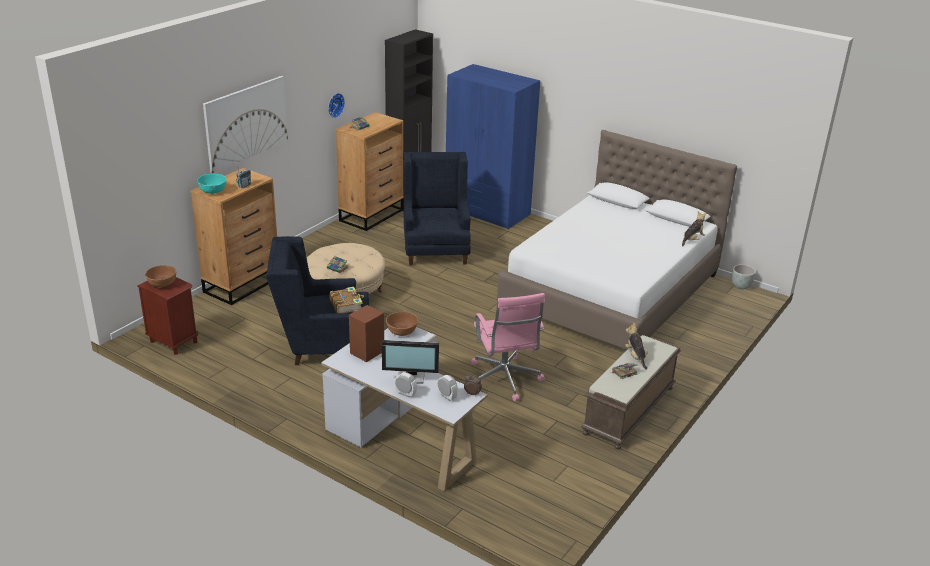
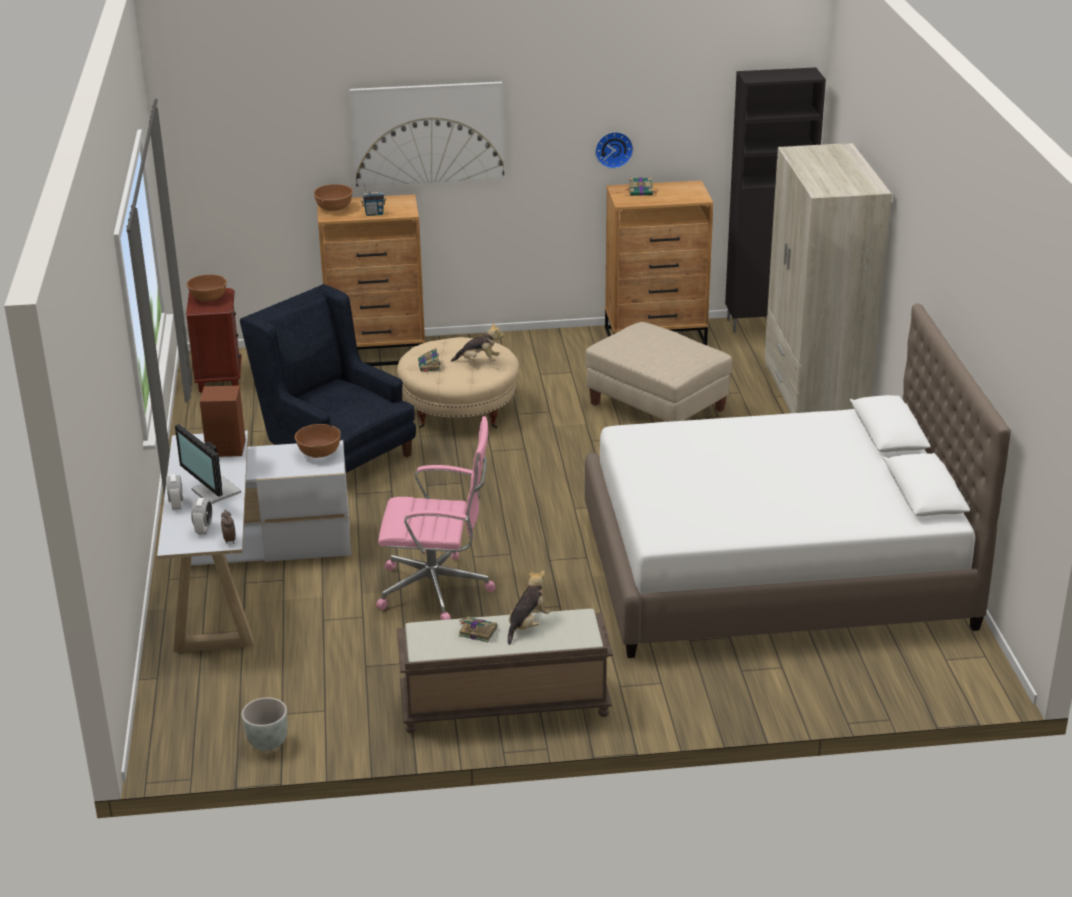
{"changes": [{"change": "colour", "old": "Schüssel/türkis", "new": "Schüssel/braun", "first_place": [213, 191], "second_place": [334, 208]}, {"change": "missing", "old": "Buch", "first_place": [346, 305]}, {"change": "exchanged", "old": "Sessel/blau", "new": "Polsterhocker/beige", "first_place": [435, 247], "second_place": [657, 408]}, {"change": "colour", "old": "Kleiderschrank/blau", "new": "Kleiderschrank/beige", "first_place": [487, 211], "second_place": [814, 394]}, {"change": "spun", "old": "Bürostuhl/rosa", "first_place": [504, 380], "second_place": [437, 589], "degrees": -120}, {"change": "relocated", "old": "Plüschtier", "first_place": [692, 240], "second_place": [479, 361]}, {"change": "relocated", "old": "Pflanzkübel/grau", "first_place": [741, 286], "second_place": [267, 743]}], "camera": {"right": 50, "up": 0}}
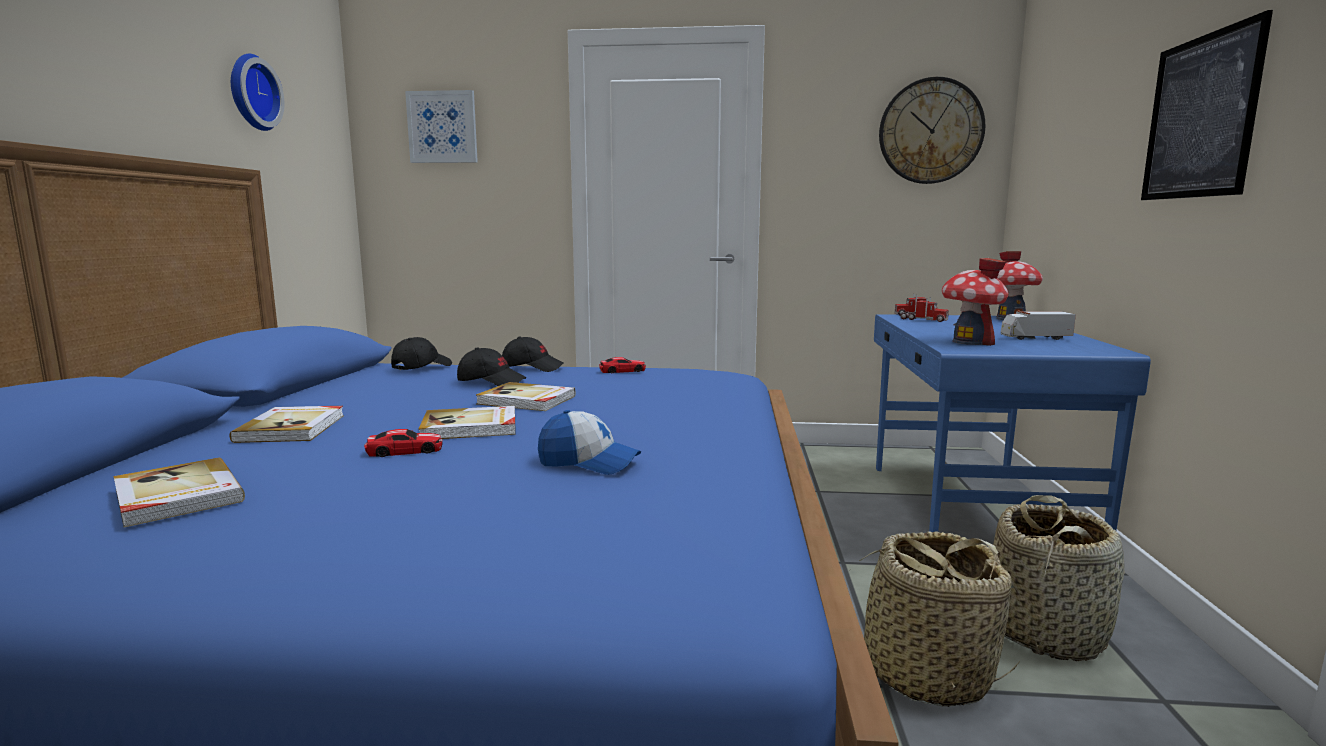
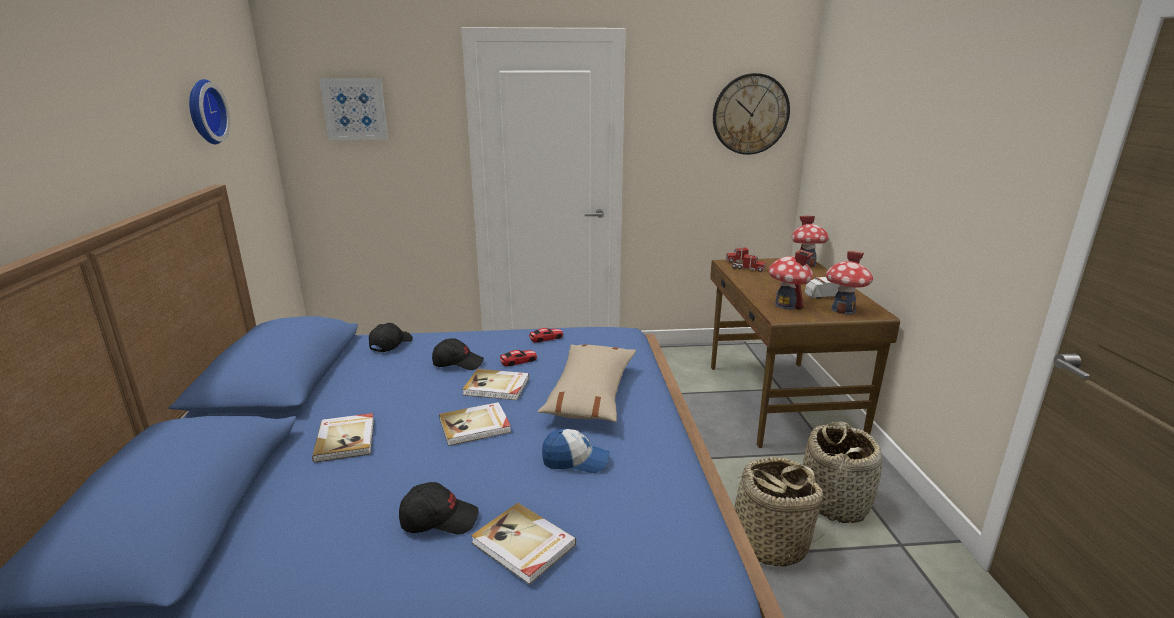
{"changes": [{"change": "relocated", "old": "Buch", "first_place": [176, 496], "second_place": [523, 545]}, {"change": "relocated", "old": "Spielzeugauto", "first_place": [404, 451], "second_place": [518, 361]}, {"change": "relocated", "old": "Kappe/schwarz", "first_place": [532, 367], "second_place": [439, 519]}, {"change": "colour", "old": "Schreibtisch/blau", "new": "Schreibtisch/braun", "first_place": [971, 509], "second_place": [779, 401]}, {"change": "missing", "old": "Bild", "first_place": [1200, 117]}, {"change": "appeared", "new": "Kissen/beige", "second_place": [590, 394]}, {"change": "appeared", "new": "Spielzeughaus", "second_place": [843, 310]}], "camera": {"right": -10, "up": 10}}
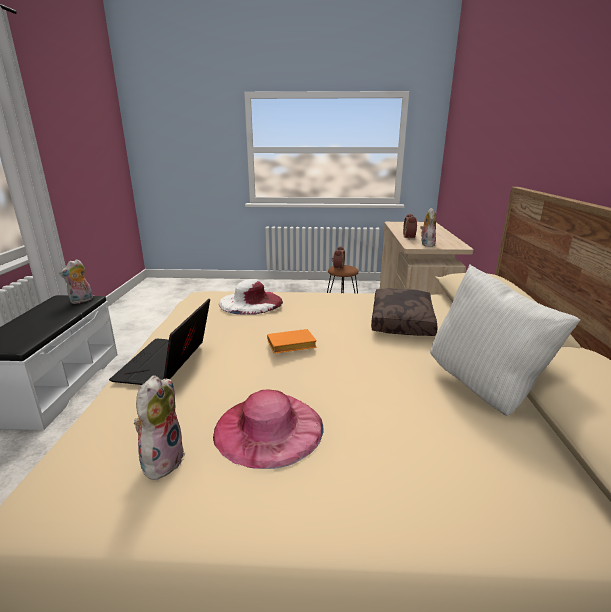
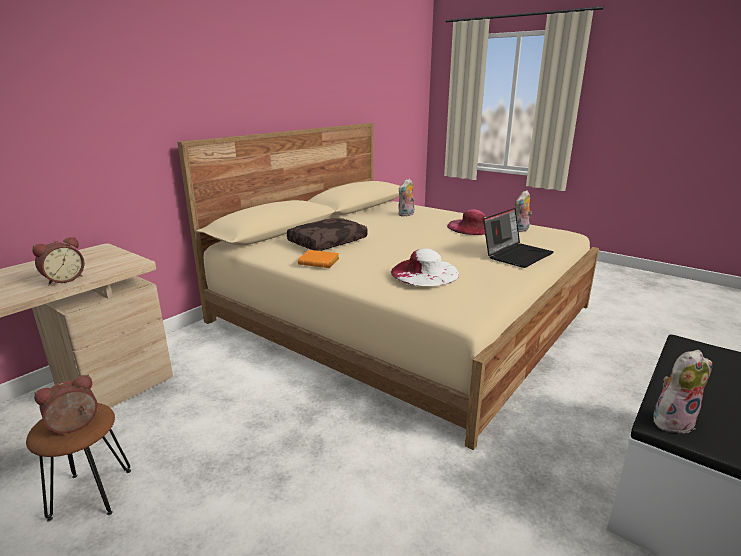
{"changes": [{"change": "relocated", "old": "Buch/orange", "first_place": [290, 346], "second_place": [320, 262]}, {"change": "relocated", "old": "Plüschtier", "first_place": [426, 244], "second_place": [406, 215]}, {"change": "missing", "old": "Kissen/weiß", "first_place": [483, 388]}], "camera": {"right": -145, "up": 0}}
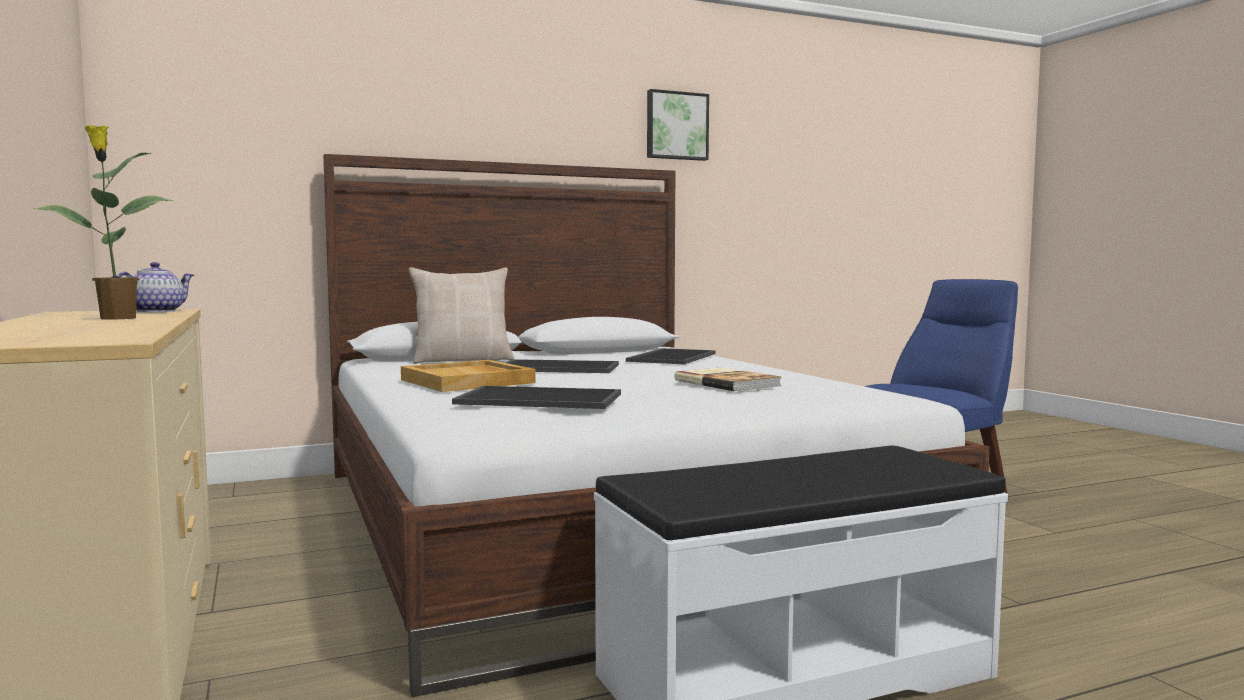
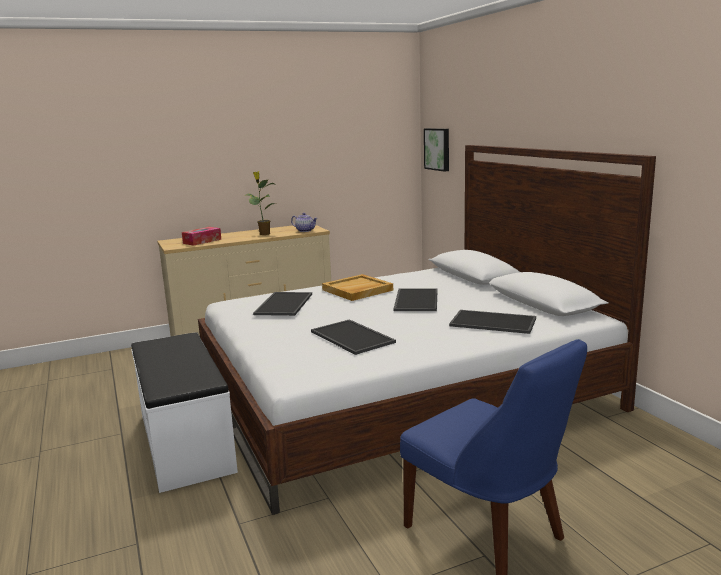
{"changes": [{"change": "missing", "old": "Kissen/beige", "first_place": [462, 360]}, {"change": "relocated", "old": "Bild", "first_place": [676, 126], "second_place": [438, 149]}, {"change": "exchanged", "old": "Buch", "new": "Tablett", "first_place": [727, 383], "second_place": [353, 337]}, {"change": "appeared", "new": "Taschentuchbox", "second_place": [202, 241]}], "camera": {"right": 90, "up": 10}}
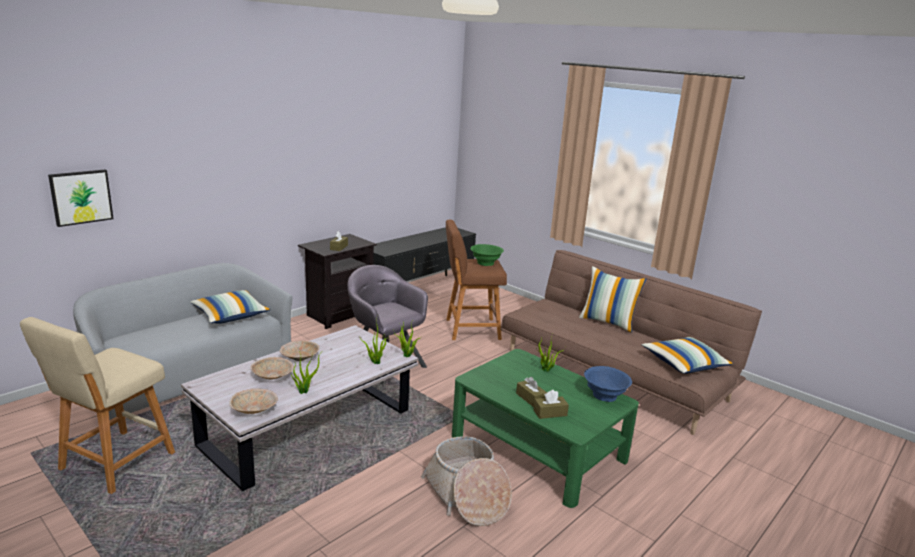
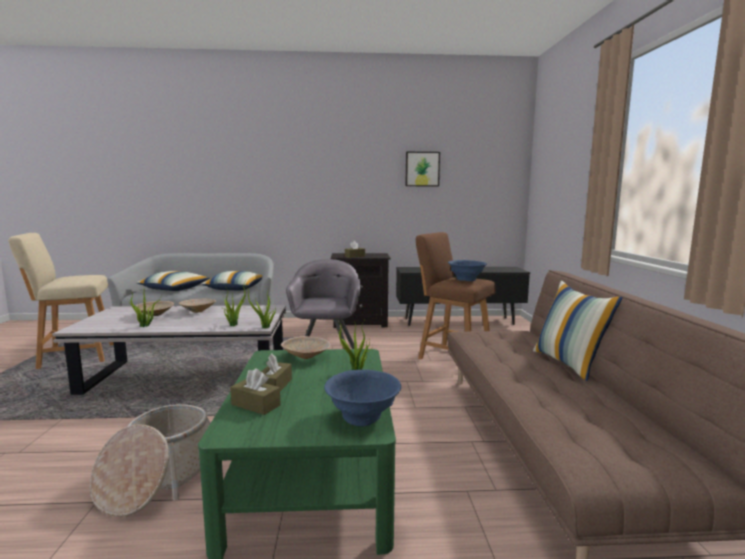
{"changes": [{"change": "relocated", "old": "Bild", "first_place": [81, 197], "second_place": [422, 169]}, {"change": "relocated", "old": "Schüssel/beige", "first_place": [254, 410], "second_place": [307, 357]}, {"change": "colour", "old": "Schüssel/grün", "new": "Schüssel/blau", "first_place": [485, 263], "second_place": [466, 279]}, {"change": "relocated", "old": "Kissen", "first_place": [684, 364], "second_place": [174, 289]}], "camera": {"right": 45, "up": -10}}
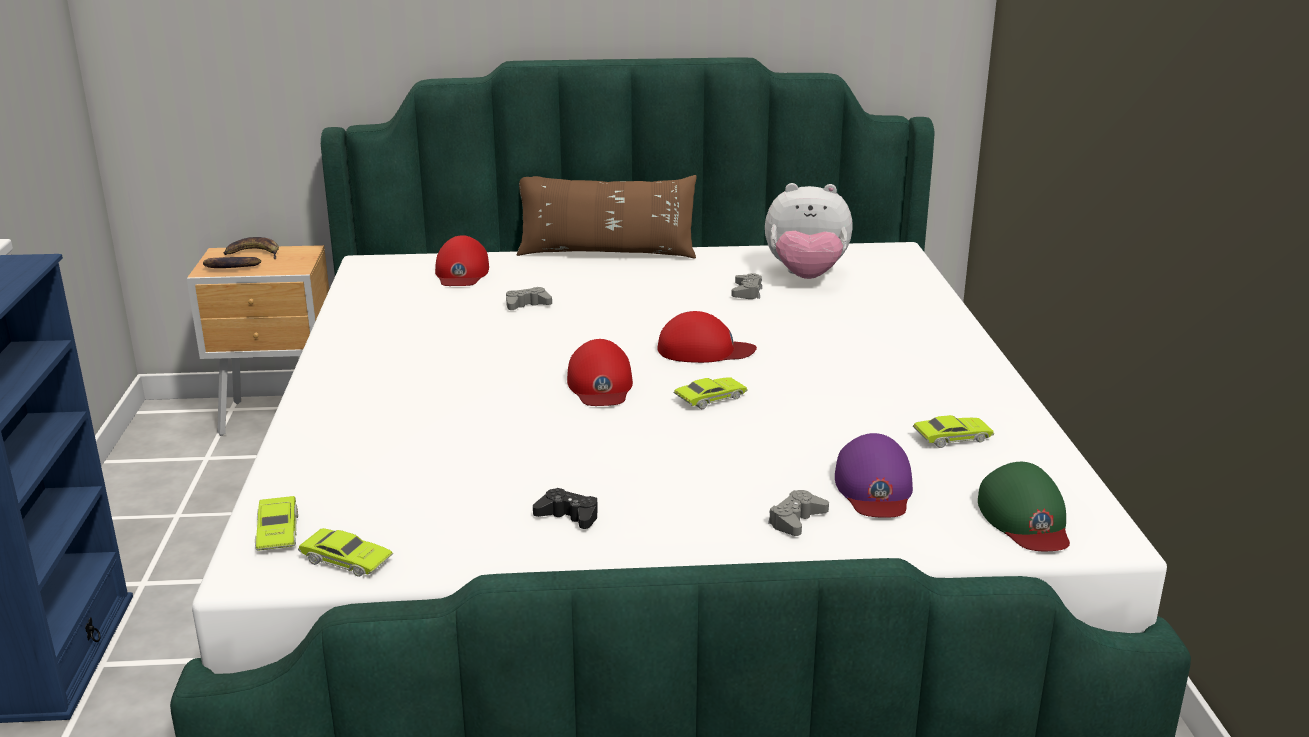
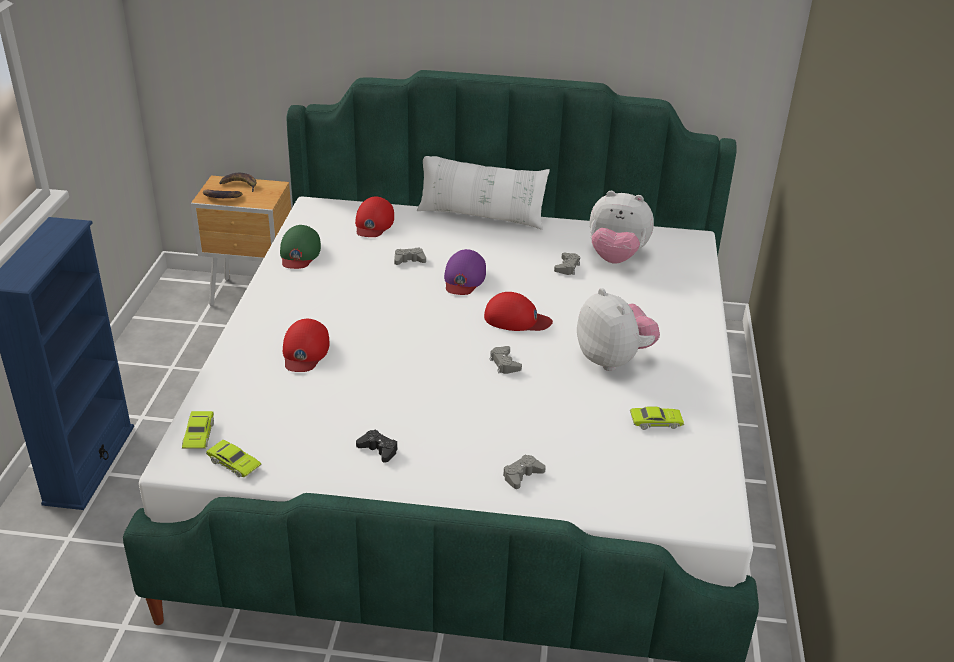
{"changes": [{"change": "colour", "old": "Kissen/braun", "new": "Kissen/weiß", "first_place": [606, 253], "second_place": [481, 216]}, {"change": "relocated", "old": "Kappe/rot", "first_place": [600, 385], "second_place": [305, 351]}, {"change": "exchanged", "old": "Spielzeugauto/grün", "new": "Gamepad/grau", "first_place": [710, 398], "second_place": [504, 364]}, {"change": "relocated", "old": "Kappe/lila", "first_place": [874, 488], "second_place": [464, 278]}, {"change": "relocated", "old": "Kappe/grün", "first_place": [1025, 519], "second_place": [299, 253]}, {"change": "appeared", "new": "Plüschtier", "second_place": [613, 359]}], "camera": {"right": 10, "up": 10}}
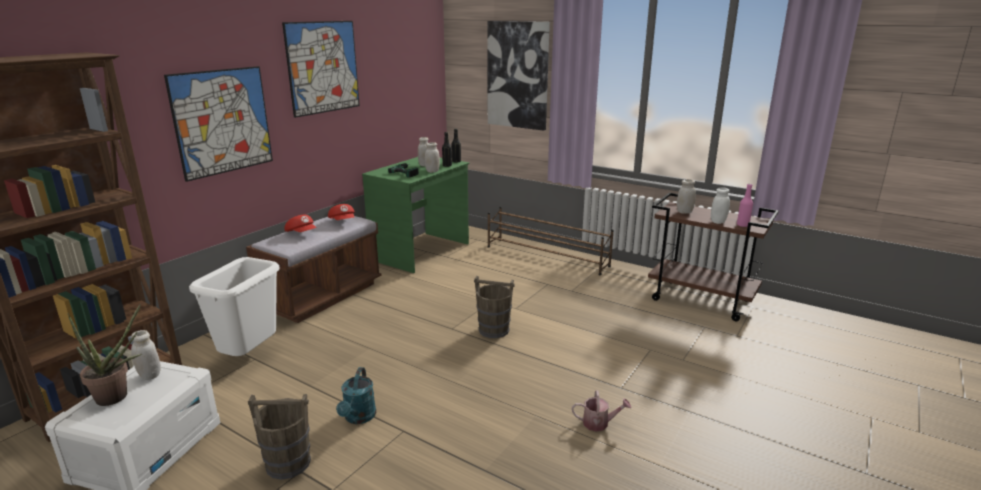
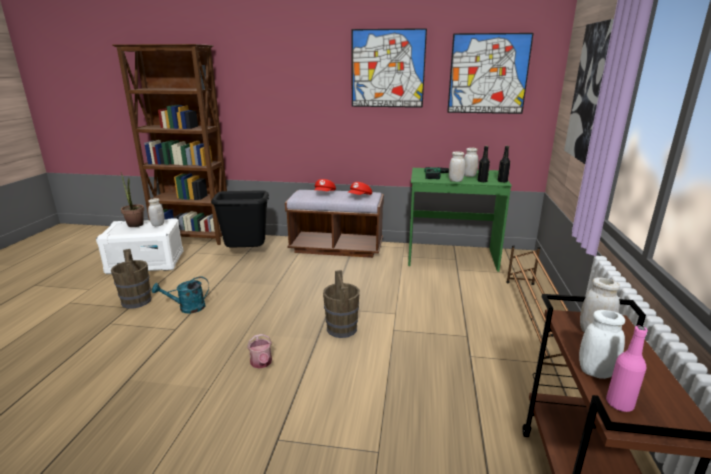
{"changes": [{"change": "relocated", "old": "Bild", "first_place": [223, 121], "second_place": [488, 74]}, {"change": "colour", "old": "Mülleimer/weiß", "new": "Mülleimer/schwarz", "first_place": [250, 355], "second_place": [246, 253]}, {"change": "relocated", "old": "Gießkanne", "first_place": [599, 423], "second_place": [261, 363]}], "camera": {"right": 65, "up": 0}}
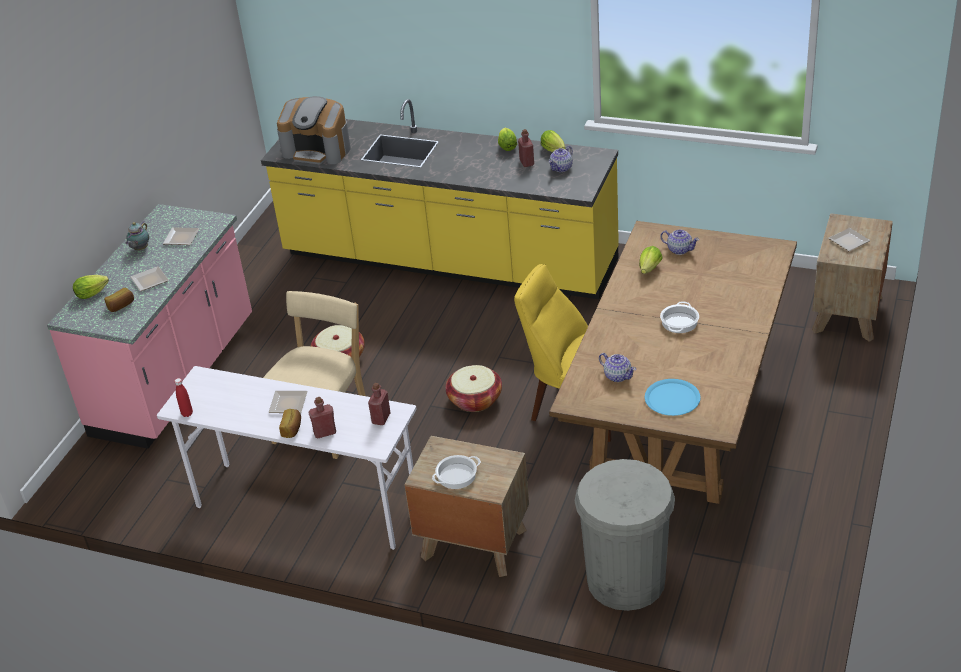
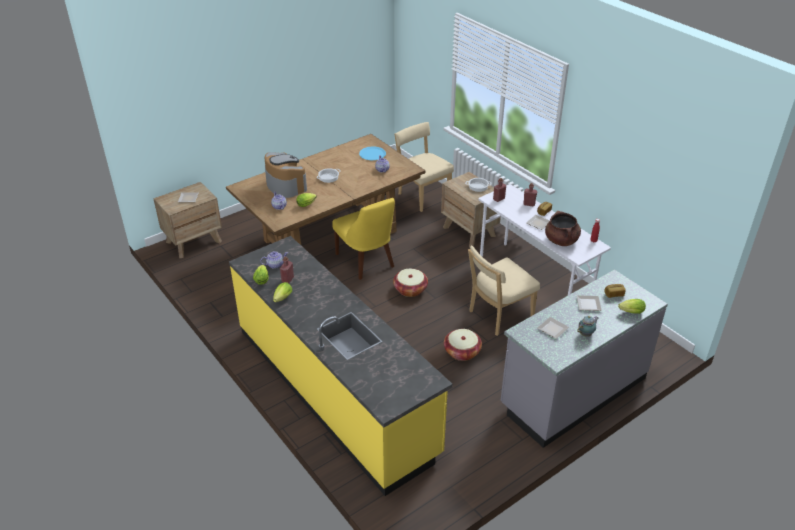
{"changes": [{"change": "colour", "old": "Küchenzeile/rosa", "new": "Küchenzeile/grau", "first_place": [176, 378], "second_place": [572, 392]}, {"change": "relocated", "old": "Kaffeemaschine", "first_place": [318, 150], "second_place": [285, 185]}, {"change": "exchanged", "old": "Mülleimer/grau", "new": "Stuhl/beige", "first_place": [626, 580], "second_place": [422, 195]}, {"change": "appeared", "new": "Kochtopf/braun", "second_place": [561, 240]}], "camera": {"right": -150, "up": 0}}
